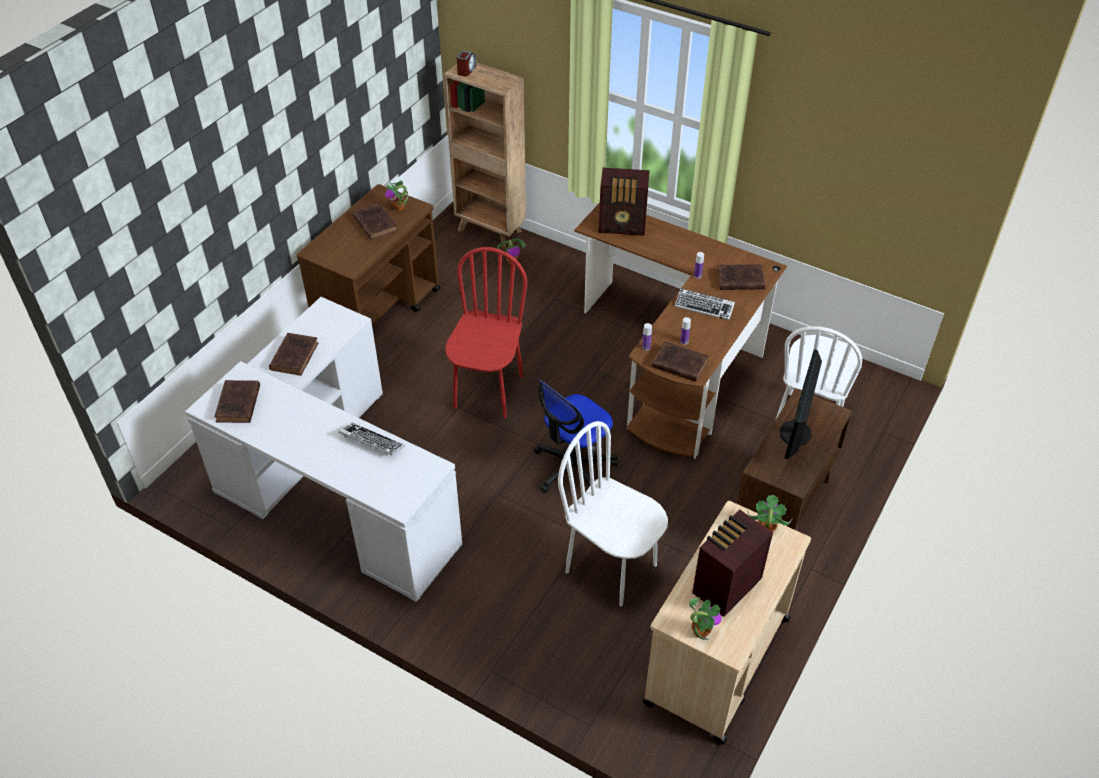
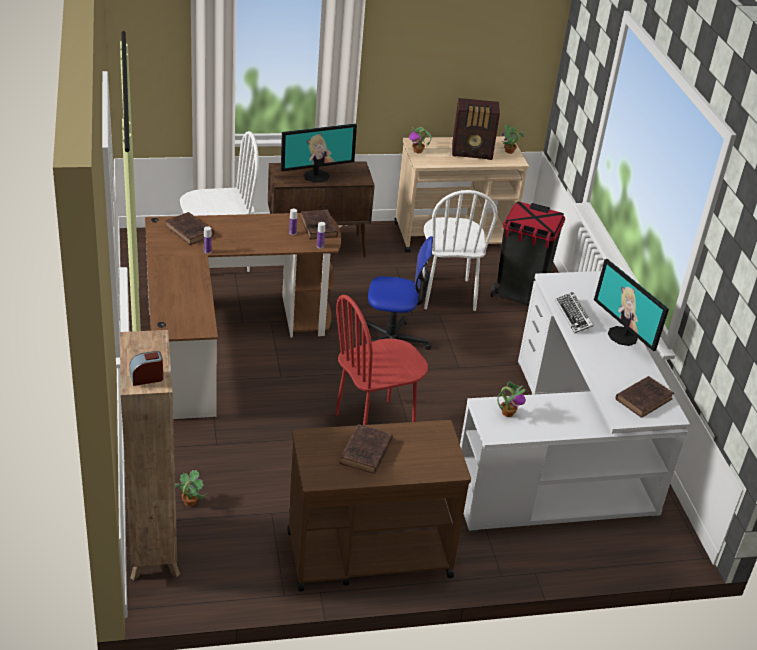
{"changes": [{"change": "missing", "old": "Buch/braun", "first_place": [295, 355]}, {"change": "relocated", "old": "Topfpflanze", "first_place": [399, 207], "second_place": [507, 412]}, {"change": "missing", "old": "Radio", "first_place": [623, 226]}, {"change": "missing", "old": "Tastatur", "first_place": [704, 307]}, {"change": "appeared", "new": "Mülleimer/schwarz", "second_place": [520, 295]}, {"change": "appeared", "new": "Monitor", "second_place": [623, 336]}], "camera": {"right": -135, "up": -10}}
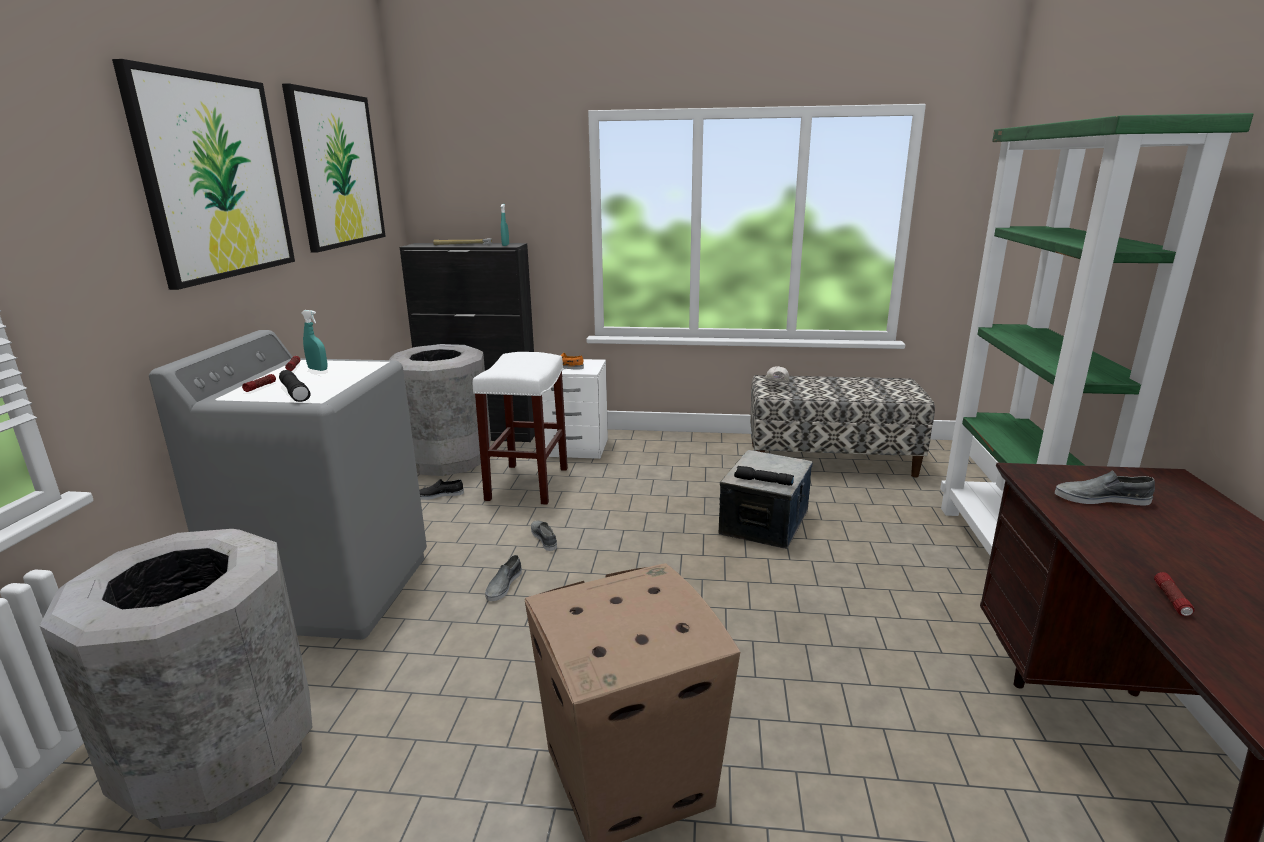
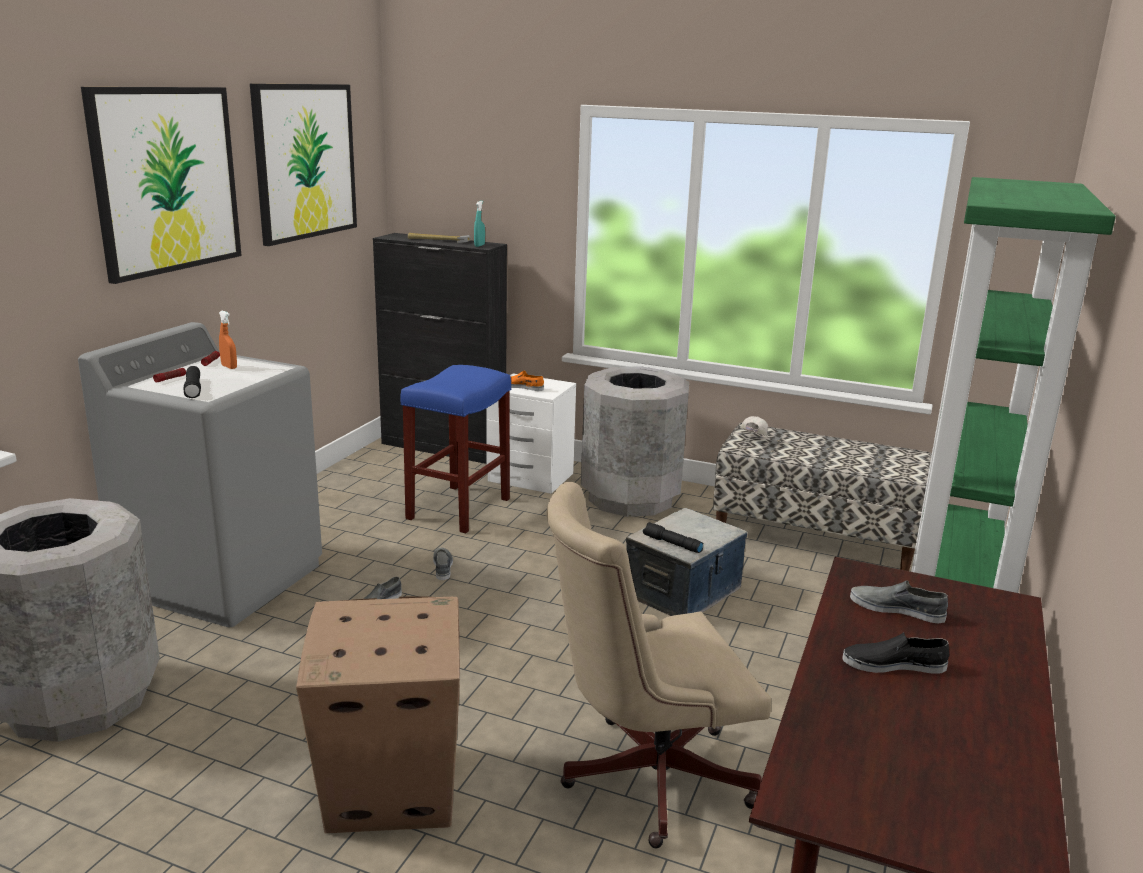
{"changes": [{"change": "colour", "old": "Sprühflasche/türkis", "new": "Sprühflasche/orange", "first_place": [318, 369], "second_place": [229, 367]}, {"change": "relocated", "old": "Mülleimer/grau", "first_place": [448, 460], "second_place": [631, 498]}, {"change": "relocated", "old": "Schuh/schwarz", "first_place": [439, 495], "second_place": [893, 664]}, {"change": "colour", "old": "Hocker/weiß", "new": "Hocker/blau", "first_place": [528, 484], "second_place": [458, 509]}, {"change": "missing", "old": "Taschenlampe", "first_place": [1172, 600]}, {"change": "appeared", "new": "Bürostuhl/beige", "second_place": [644, 777]}], "camera": {"right": 15, "up": 0}}
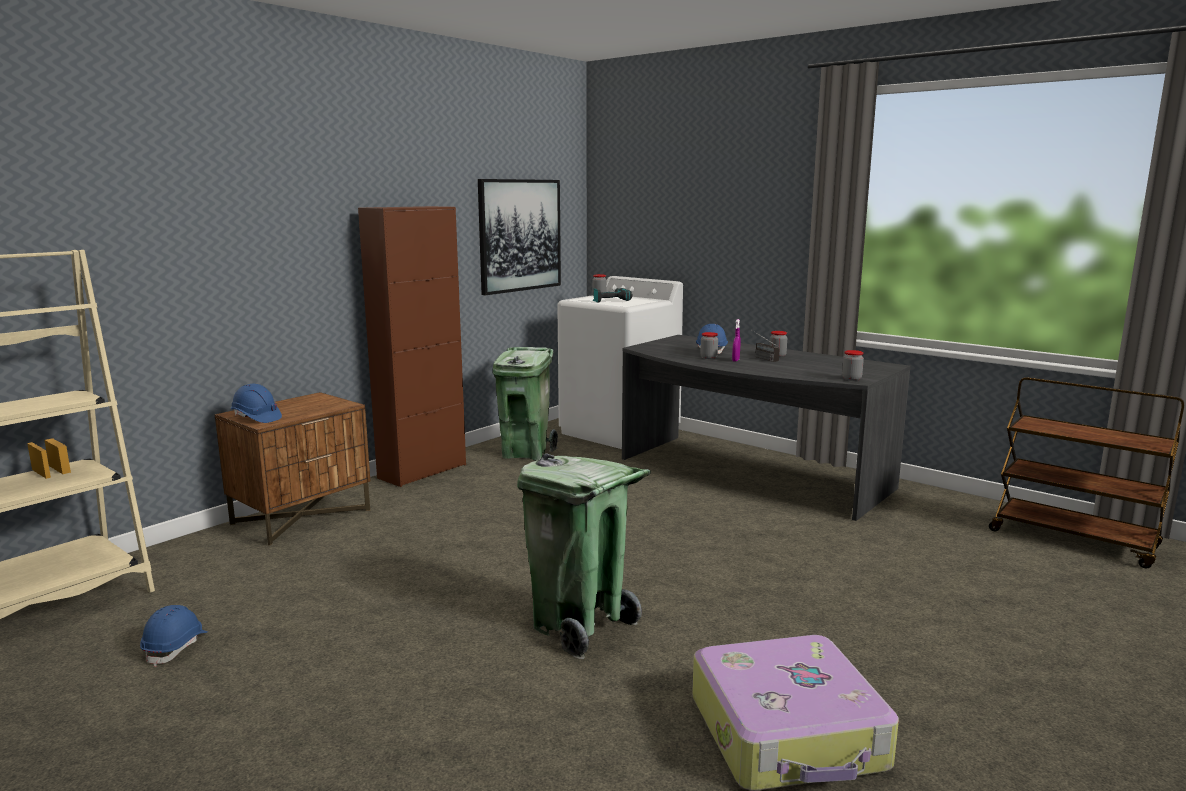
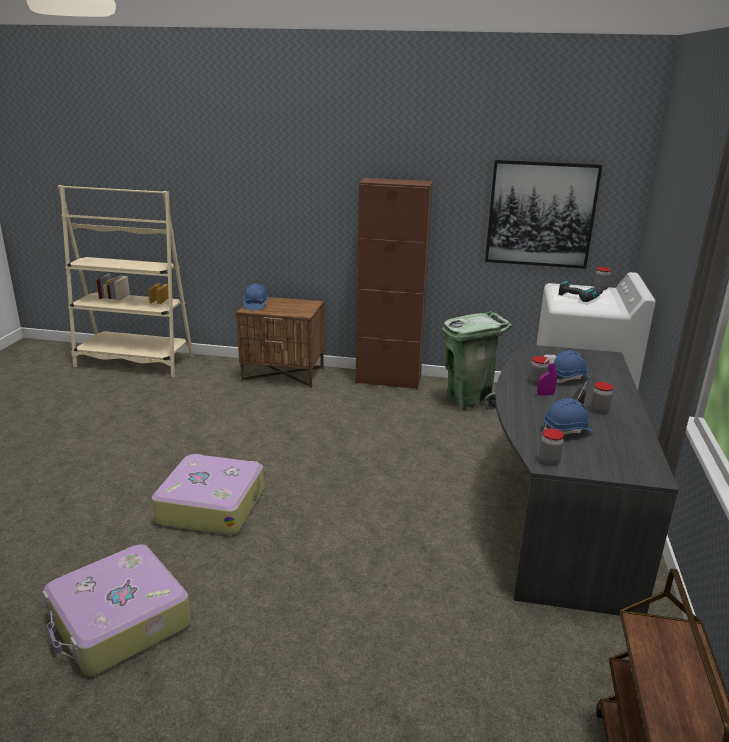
{"changes": [{"change": "relocated", "old": "Schutzhelm/blau", "first_place": [176, 647], "second_place": [567, 431]}, {"change": "exchanged", "old": "Mülleimer/grün", "new": "Koffer", "first_place": [579, 625], "second_place": [211, 505]}], "camera": {"right": 60, "up": 10}}
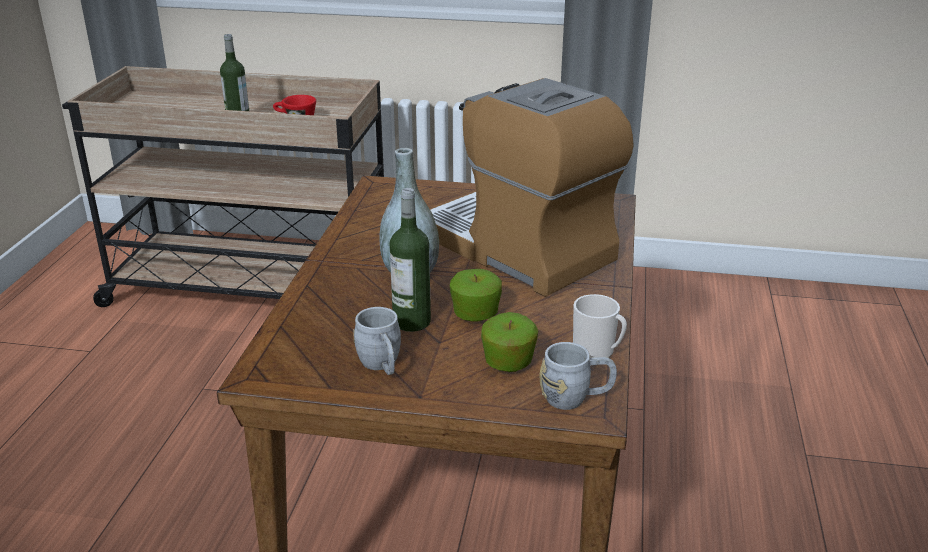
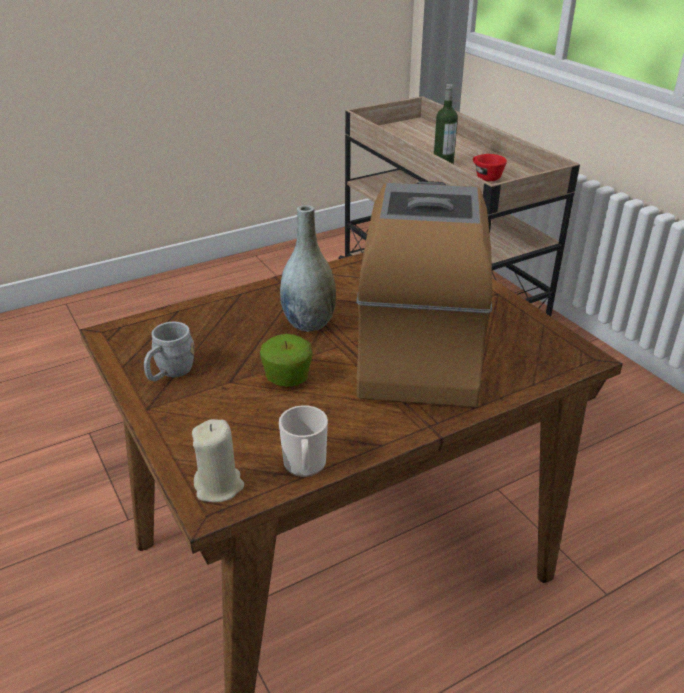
{"changes": [{"change": "missing", "old": "Flasche", "first_place": [411, 322]}, {"change": "missing", "old": "Apfel", "first_place": [508, 363]}, {"change": "exchanged", "old": "Henkelbecher/grau", "new": "Kerze/beige", "first_place": [576, 398], "second_place": [219, 486]}], "camera": {"right": 50, "up": 5}}
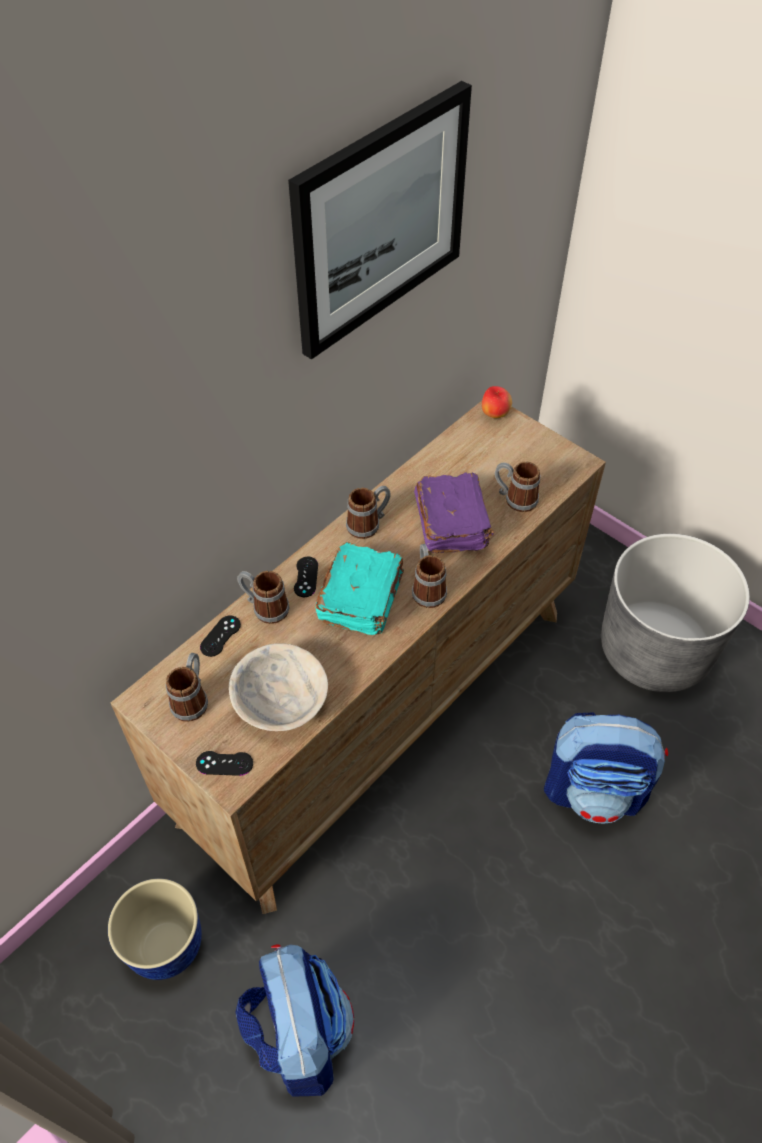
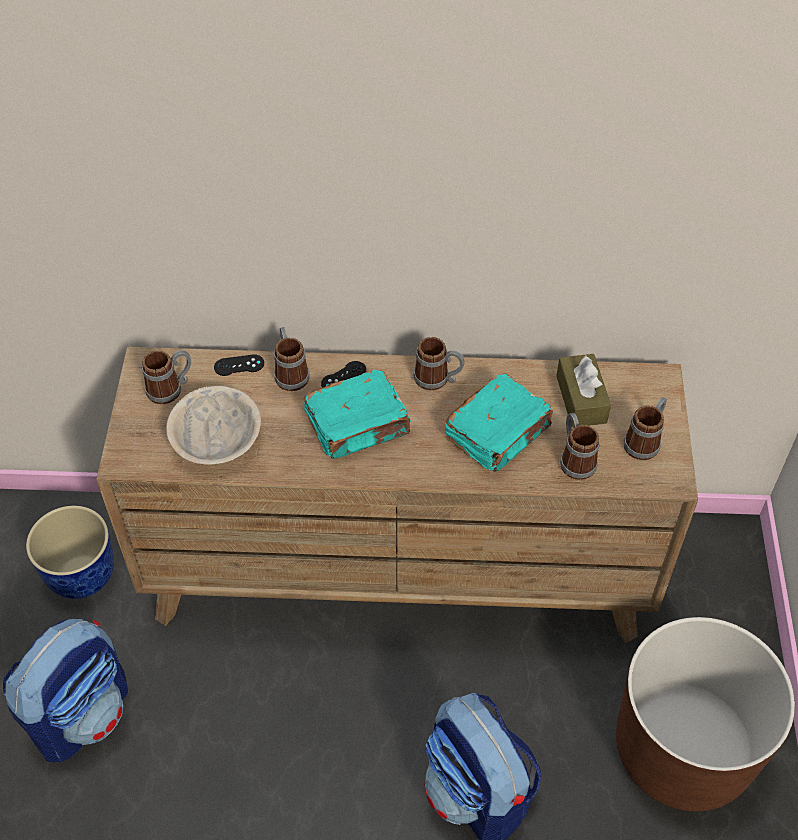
{"changes": [{"change": "missing", "old": "Gamepad/schwarz", "first_place": [224, 763]}, {"change": "missing", "old": "Bild", "first_place": [380, 220]}, {"change": "relocated", "old": "Henkelbecher", "first_place": [427, 588], "second_place": [645, 441]}, {"change": "colour", "old": "Buch/lila", "new": "Buch/türkis", "first_place": [452, 523], "second_place": [499, 433]}, {"change": "missing", "old": "Apfel", "first_place": [494, 414]}, {"change": "colour", "old": "Pflanzkübel/grau", "new": "Pflanzkübel/braun", "first_place": [654, 650], "second_place": [683, 748]}, {"change": "appeared", "new": "Taschentuchbox/braun", "second_place": [581, 399]}], "camera": {"right": 50, "up": 0}}
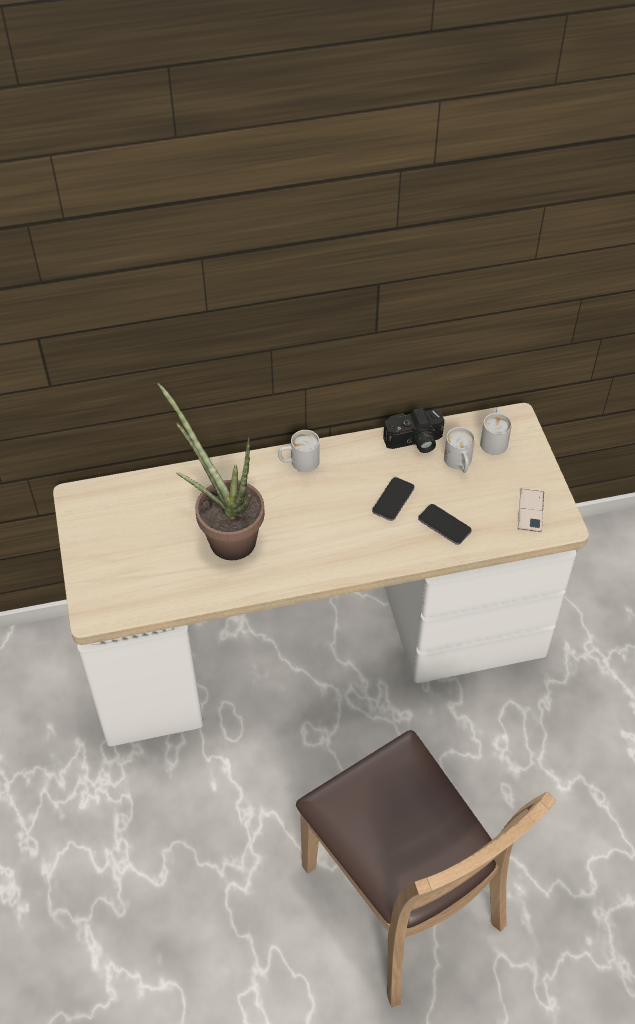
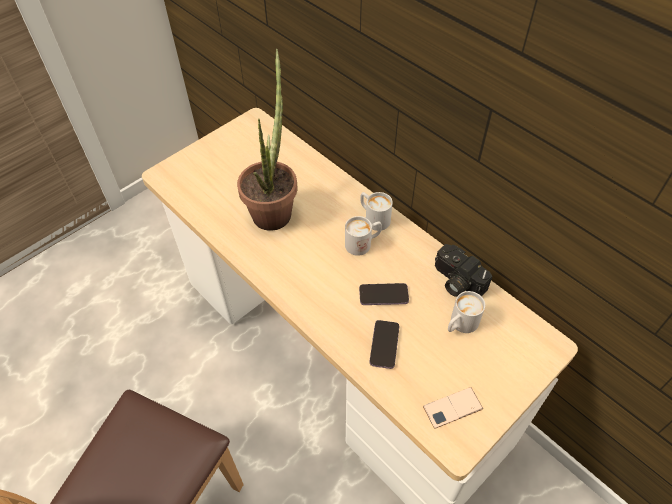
{"changes": [{"change": "relocated", "old": "Henkelbecher/weiß", "first_place": [494, 439], "second_place": [363, 243]}], "camera": {"right": 60, "up": 0}}
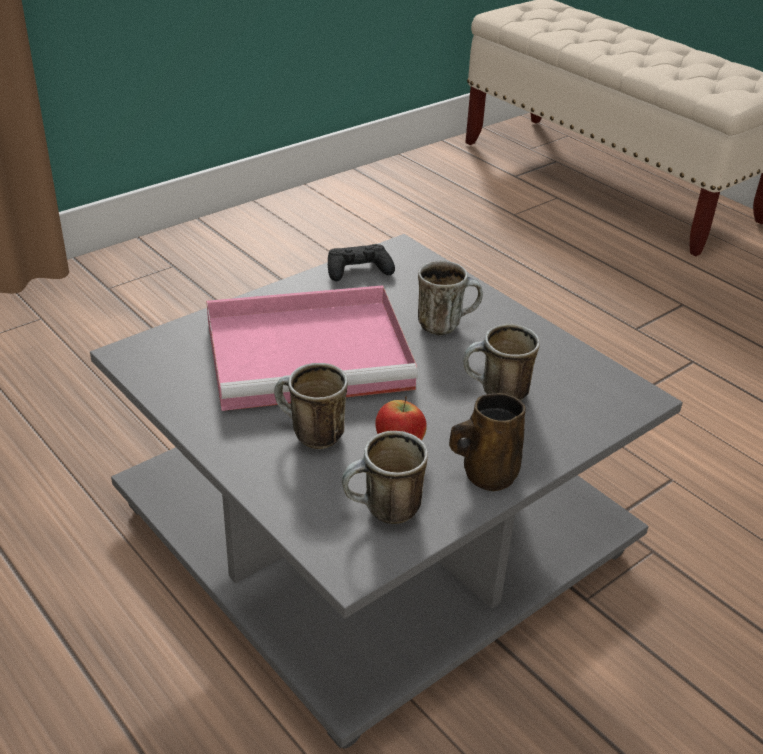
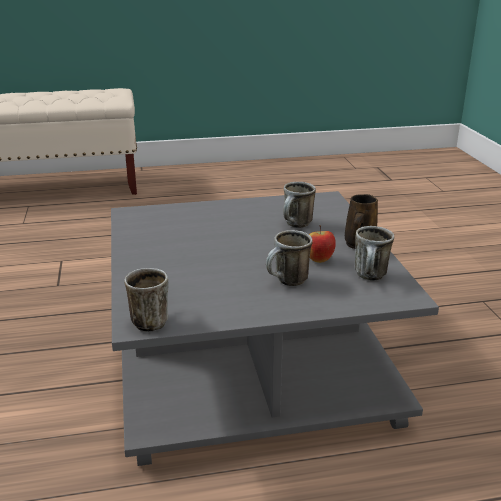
{"changes": [{"change": "missing", "old": "Tablett/rosa", "first_place": [312, 353]}, {"change": "missing", "old": "Gamepad/schwarz", "first_place": [358, 270]}, {"change": "relocated", "old": "Henkelbecher", "first_place": [446, 324], "second_place": [152, 320]}], "camera": {"right": -60, "up": -10}}
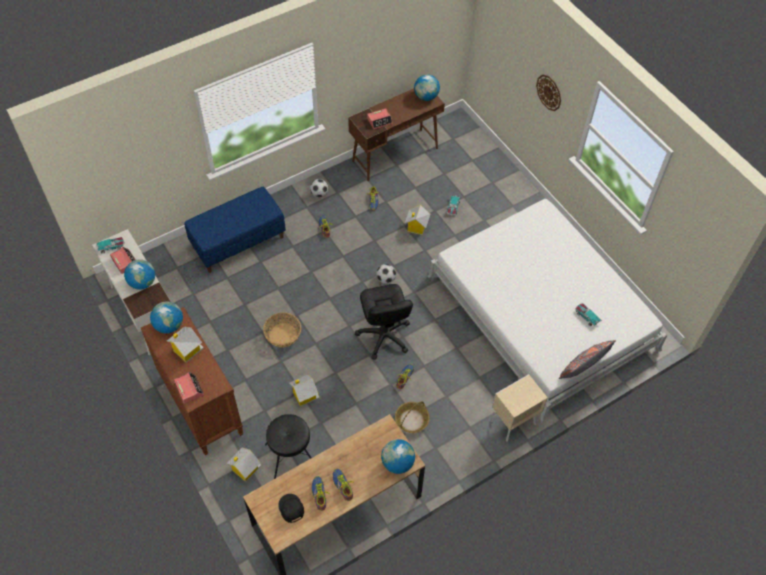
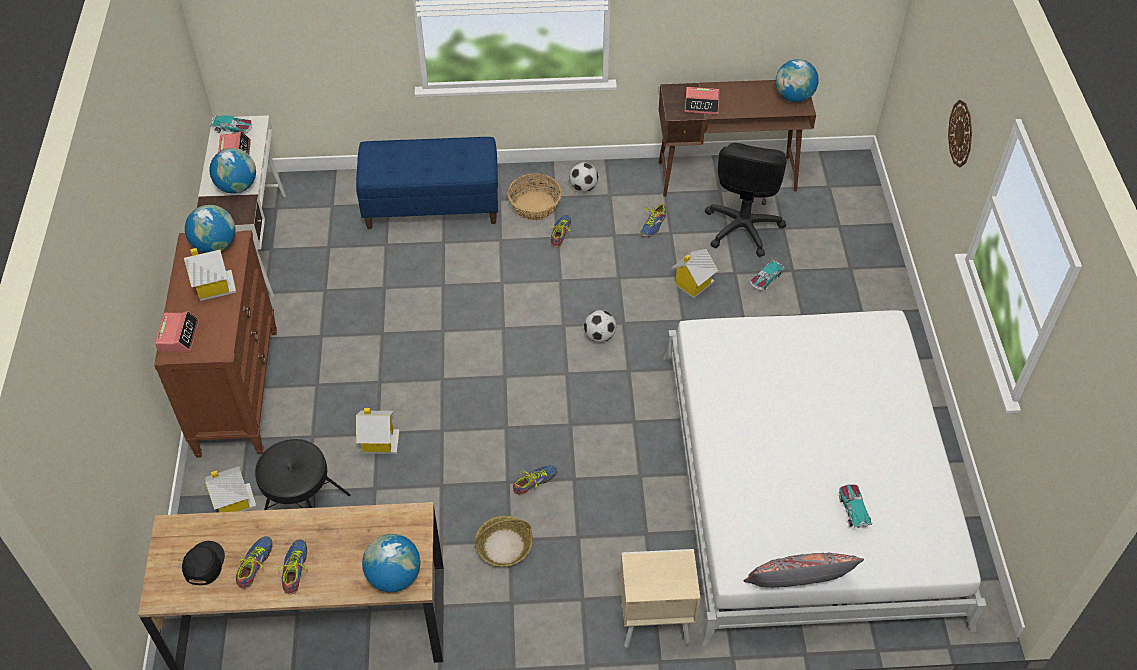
{"changes": [{"change": "relocated", "old": "Korb", "first_place": [283, 335], "second_place": [534, 205]}, {"change": "relocated", "old": "Bürostuhl/schwarz", "first_place": [384, 336], "second_place": [742, 228]}], "camera": {"right": 30, "up": -5}}
